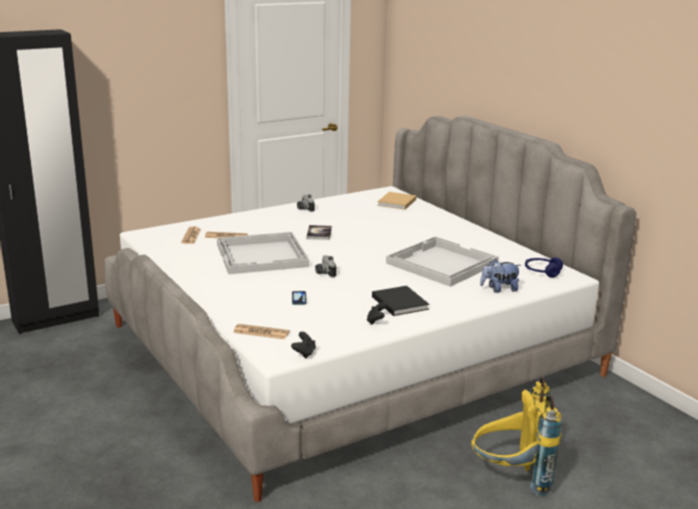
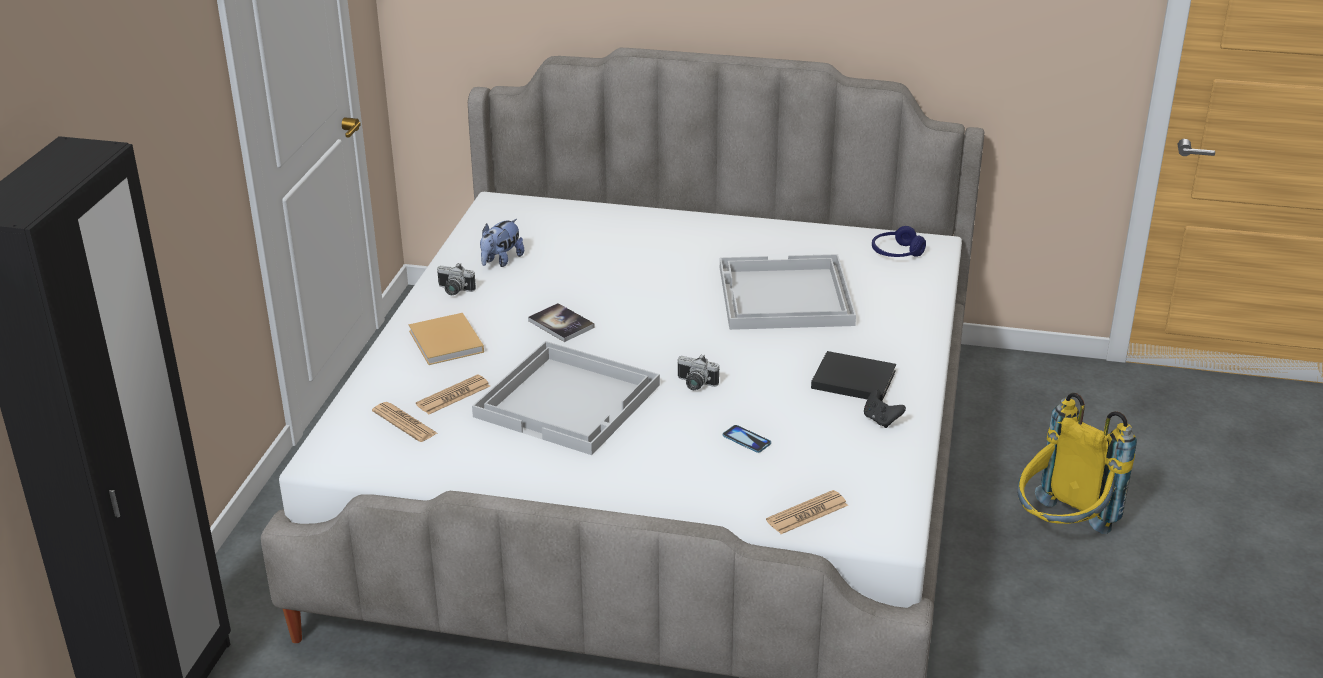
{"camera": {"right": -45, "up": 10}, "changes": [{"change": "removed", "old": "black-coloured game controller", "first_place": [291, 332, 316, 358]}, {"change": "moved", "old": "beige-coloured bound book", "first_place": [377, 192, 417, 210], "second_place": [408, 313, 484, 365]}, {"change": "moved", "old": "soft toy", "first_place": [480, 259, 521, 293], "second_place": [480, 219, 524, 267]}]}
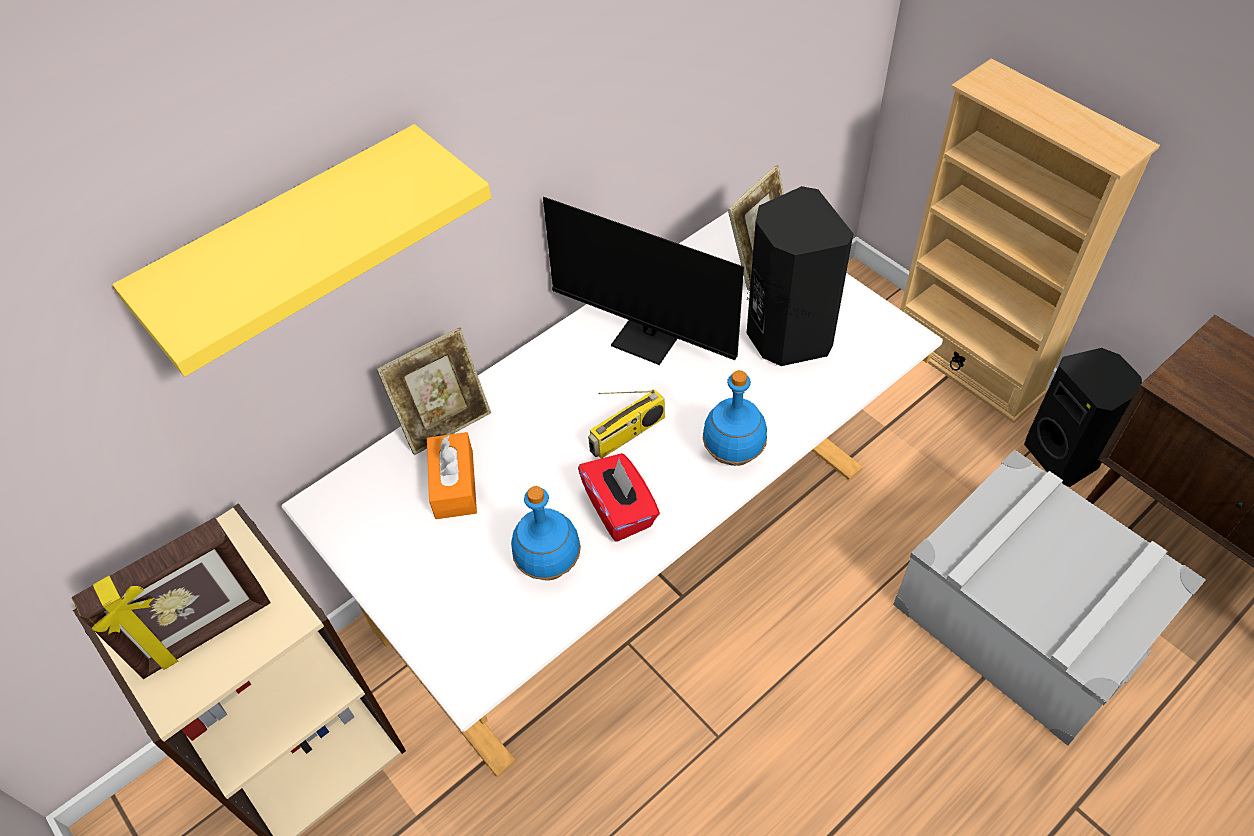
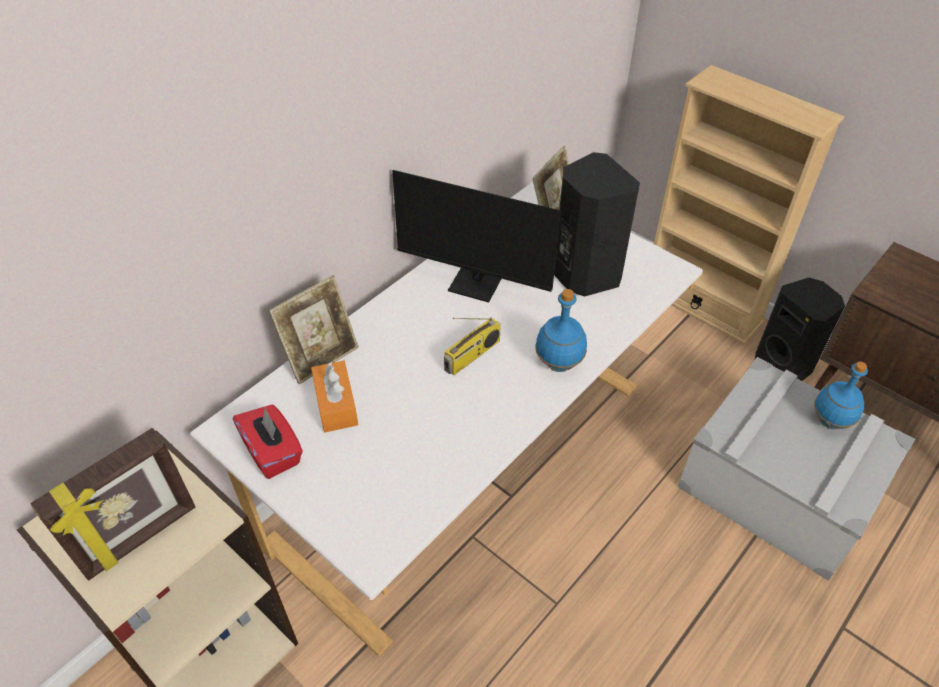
{"camera": {"right": -10, "up": -5}, "changes": [{"change": "removed", "old": "yellow-coloured shelf", "first_place": [112, 124, 491, 377]}, {"change": "moved", "old": "bluish beverage bottle", "first_place": [511, 486, 581, 581], "second_place": [814, 362, 868, 429]}, {"change": "moved", "old": "red tissue box", "first_place": [578, 453, 660, 542], "second_place": [233, 405, 303, 479]}]}
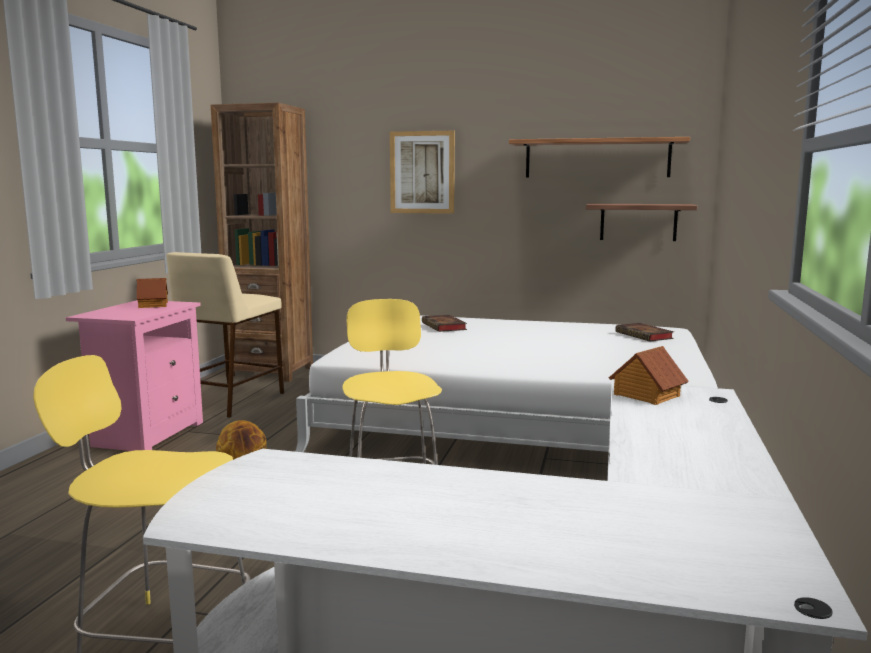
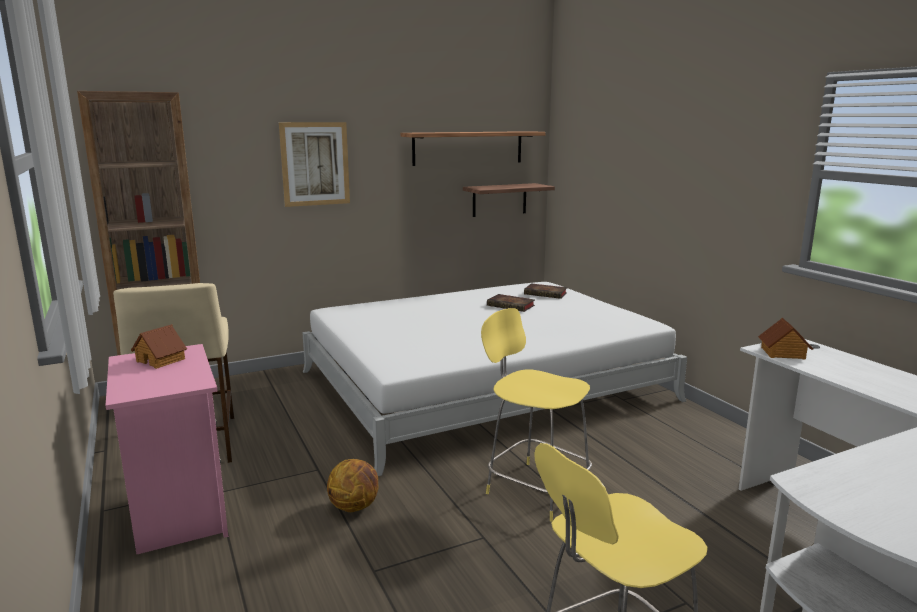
{"camera": {"right": -40, "up": 5}, "changes": [{"change": "moved", "old": "bound book", "first_place": [422, 315, 467, 332], "second_place": [487, 294, 535, 312]}]}
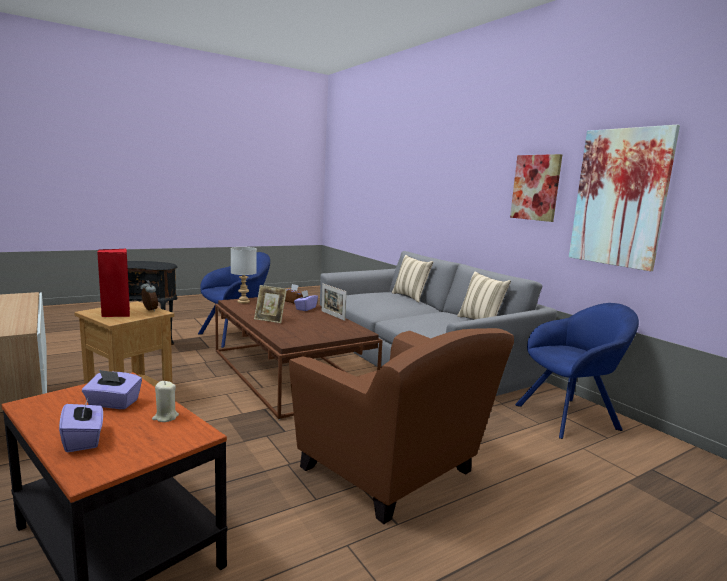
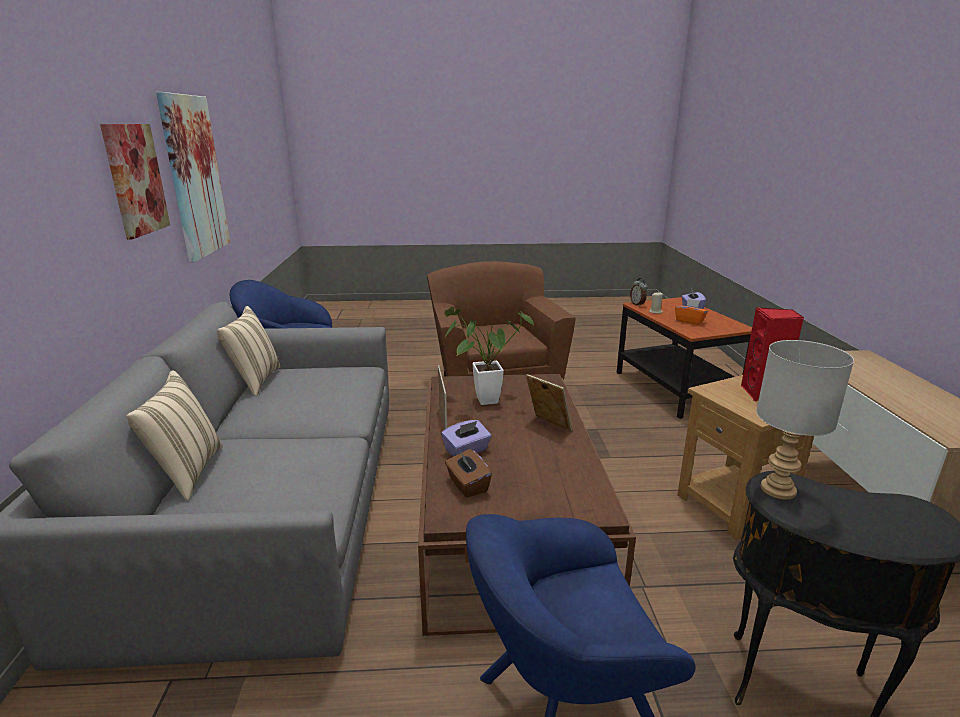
{"camera": {"right": -150, "up": 10}, "changes": [{"change": "added", "new": "plant in a pot", "second_place": [444, 307, 534, 405]}, {"change": "moved", "old": "table clock", "first_place": [140, 280, 158, 311], "second_place": [630, 278, 648, 306]}, {"change": "moved", "old": "gray table lamp", "first_place": [231, 247, 257, 303], "second_place": [756, 340, 854, 500]}, {"change": "recoloured", "old": "purple tissue box", "new": "orangey tissue box", "first_place": [82, 370, 142, 409], "second_place": [675, 298, 708, 325]}]}
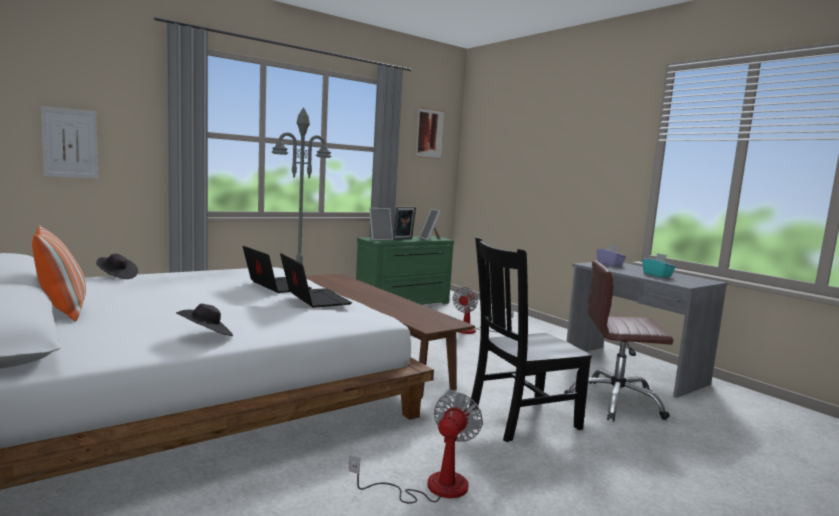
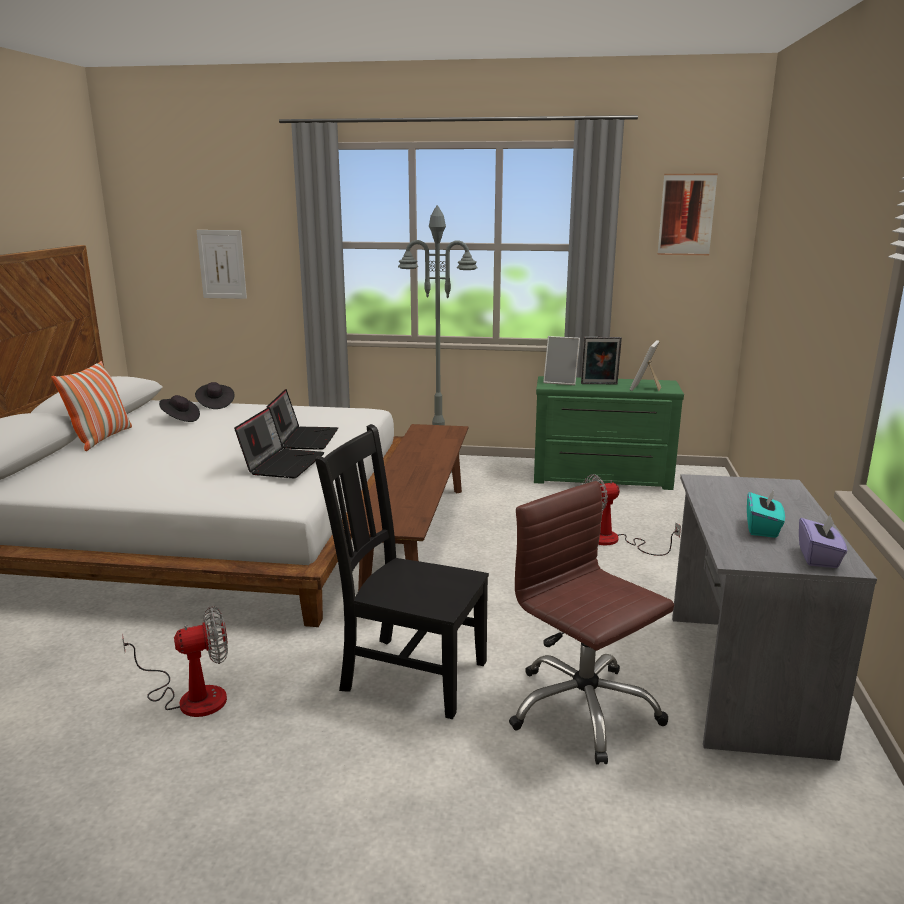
{"camera": {"right": 45, "up": 10}, "changes": [{"change": "moved", "old": "black-coloured wearable hat", "first_place": [176, 304, 233, 336], "second_place": [159, 395, 200, 422]}, {"change": "moved", "old": "purple tissue box", "first_place": [597, 245, 626, 266], "second_place": [799, 514, 847, 568]}]}
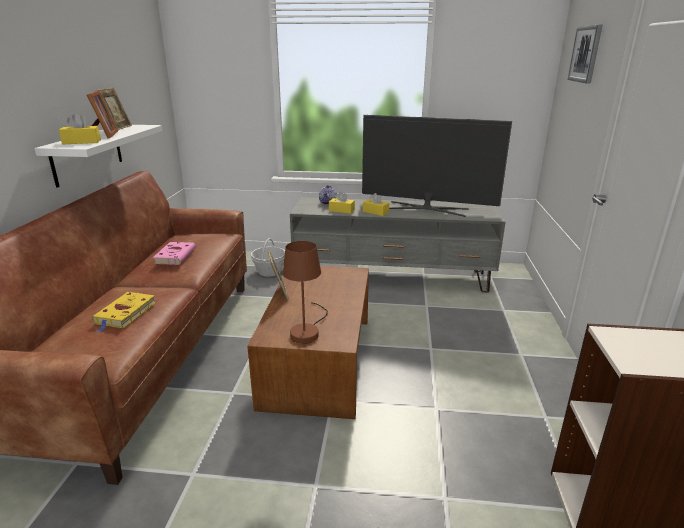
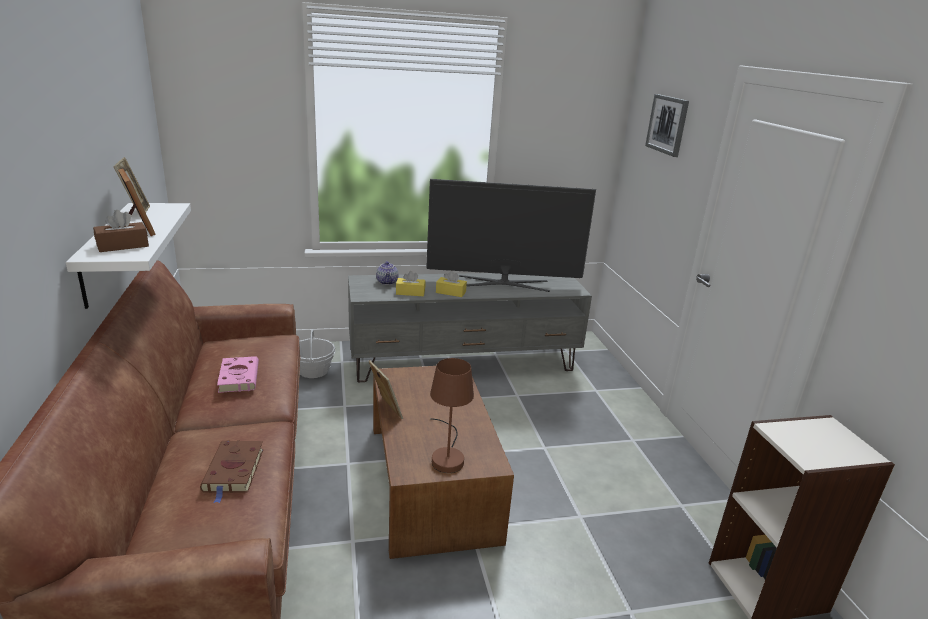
{"camera": {"right": -20, "up": 0}, "changes": [{"change": "recoloured", "old": "yellow-coloured tissue box", "new": "brownish tissue box", "first_place": [59, 113, 101, 144], "second_place": [93, 210, 149, 252]}, {"change": "recoloured", "old": "yellow-coloured bound book", "new": "brownish bound book", "first_place": [92, 292, 156, 332], "second_place": [200, 440, 263, 503]}]}
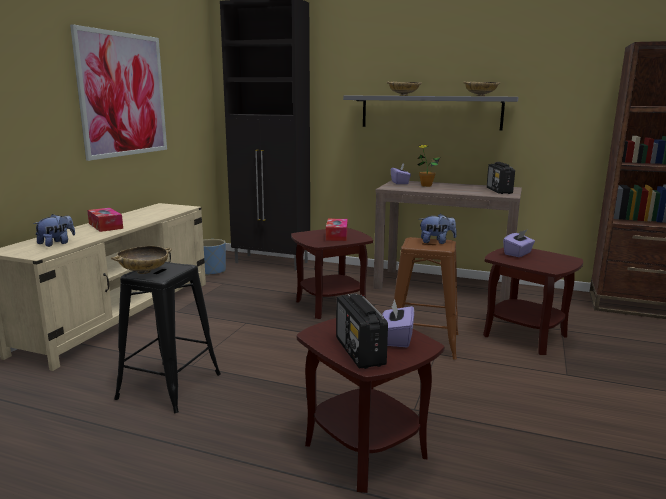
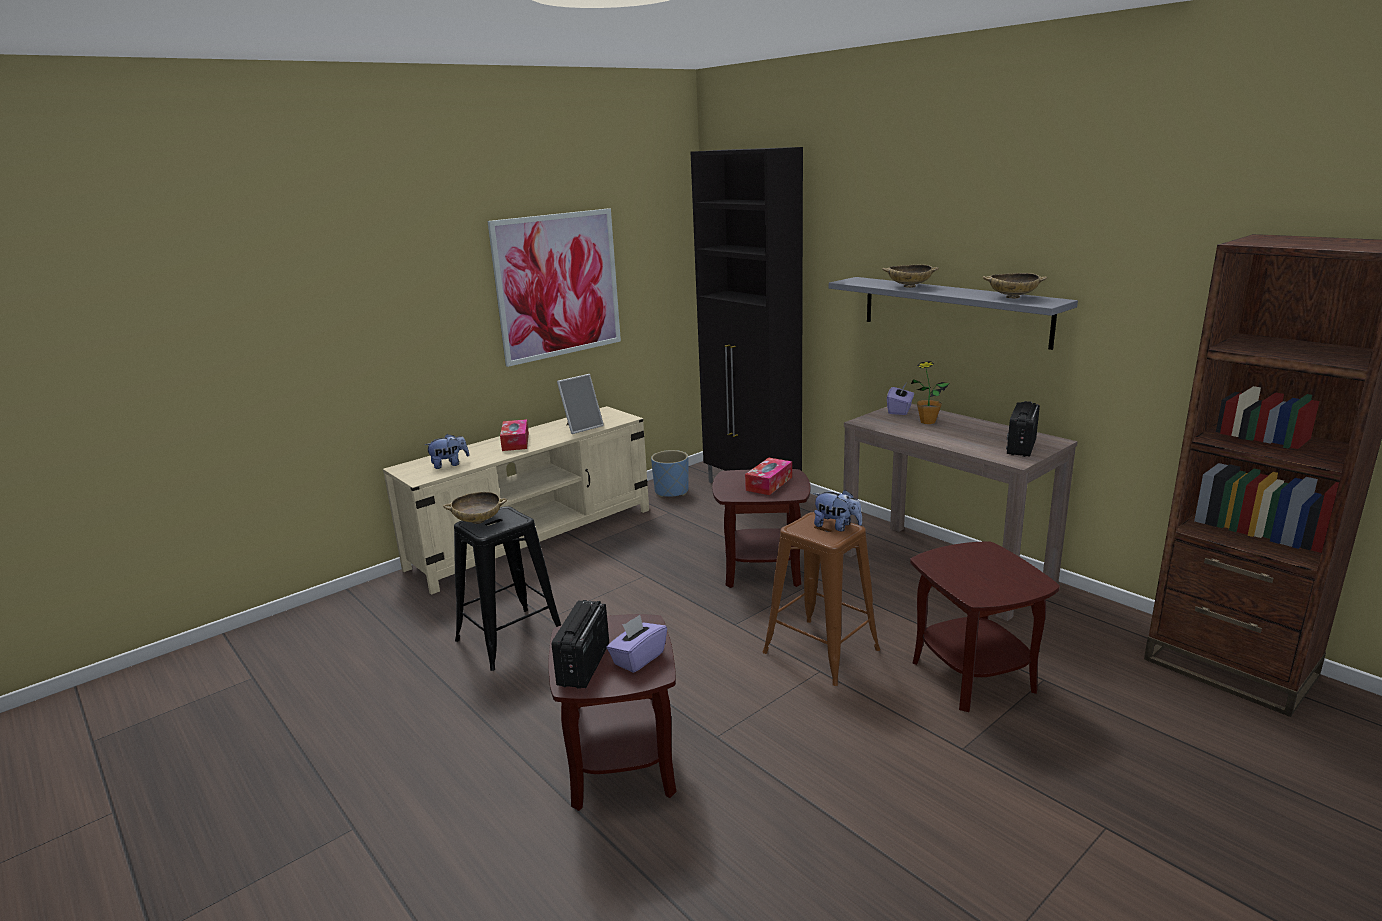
{"camera": {"right": 30, "up": 5}, "changes": [{"change": "removed", "old": "purple tissue box", "first_place": [503, 230, 535, 257]}, {"change": "added", "new": "standing frame", "second_place": [557, 374, 604, 434]}]}
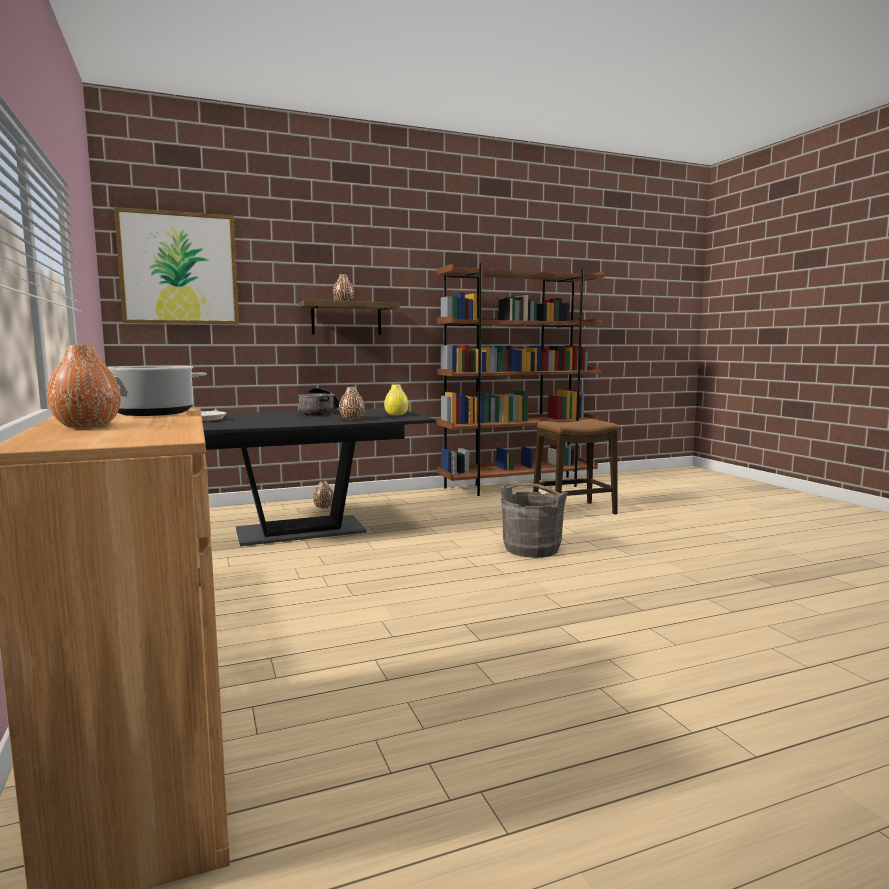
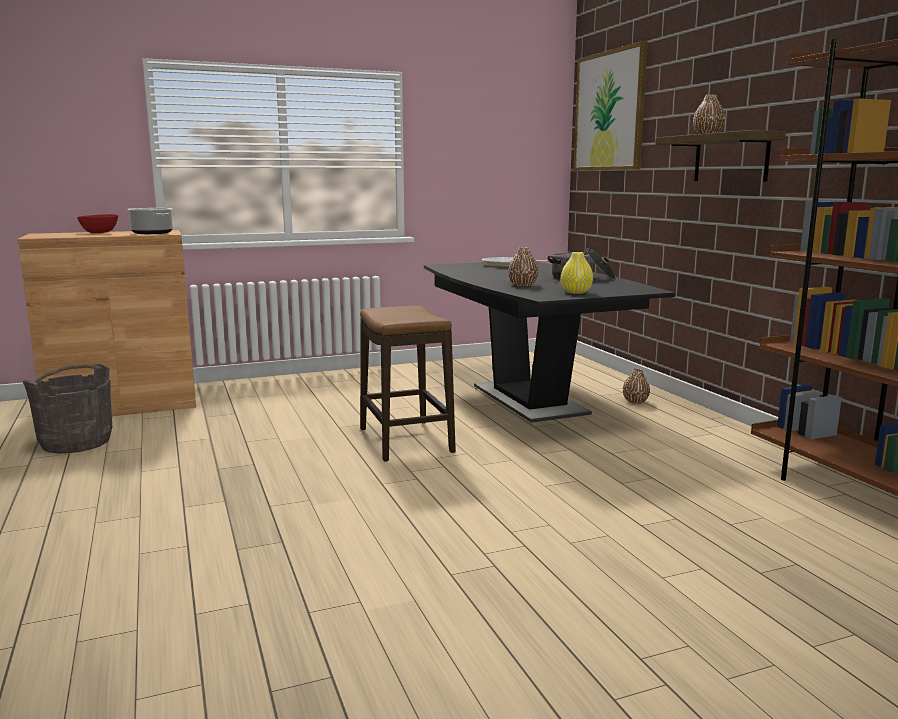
{"camera": {"right": 90, "up": 5}, "changes": [{"change": "moved", "old": "gray water bucket", "first_place": [501, 483, 568, 558], "second_place": [22, 364, 112, 454]}, {"change": "moved", "old": "sitting stool", "first_place": [533, 419, 617, 515], "second_place": [360, 306, 456, 462]}, {"change": "replaced", "old": "orangey flower vase", "new": "red serving bowl", "first_place": [47, 345, 121, 428], "second_place": [77, 214, 118, 233]}]}
